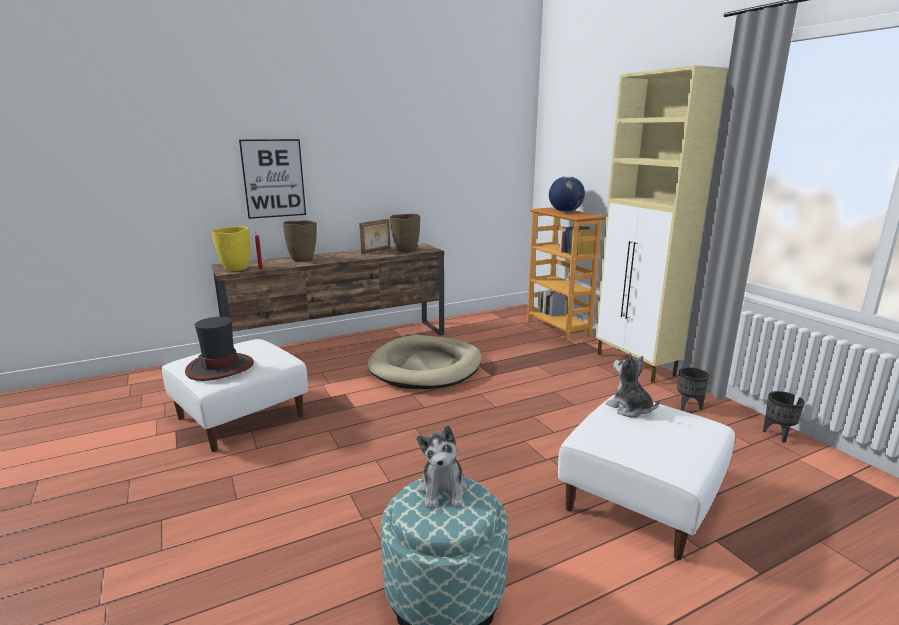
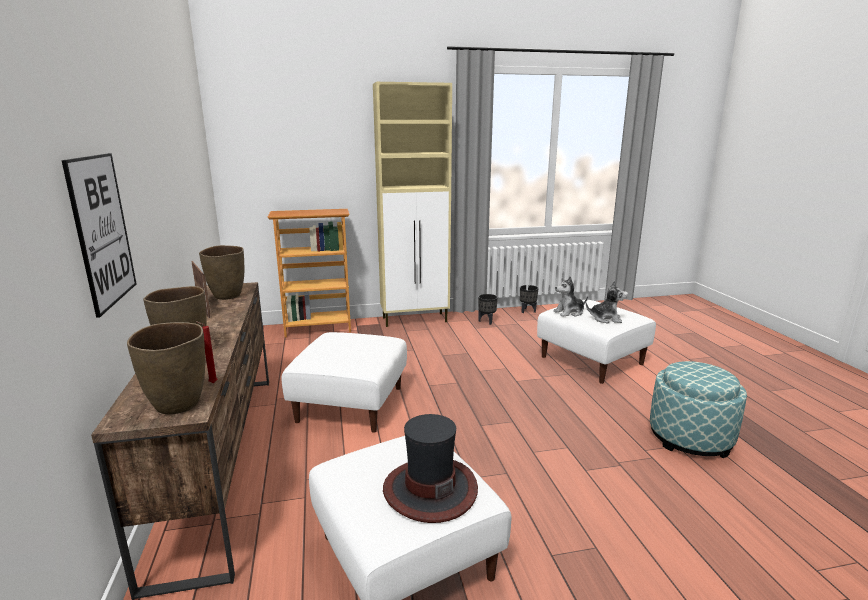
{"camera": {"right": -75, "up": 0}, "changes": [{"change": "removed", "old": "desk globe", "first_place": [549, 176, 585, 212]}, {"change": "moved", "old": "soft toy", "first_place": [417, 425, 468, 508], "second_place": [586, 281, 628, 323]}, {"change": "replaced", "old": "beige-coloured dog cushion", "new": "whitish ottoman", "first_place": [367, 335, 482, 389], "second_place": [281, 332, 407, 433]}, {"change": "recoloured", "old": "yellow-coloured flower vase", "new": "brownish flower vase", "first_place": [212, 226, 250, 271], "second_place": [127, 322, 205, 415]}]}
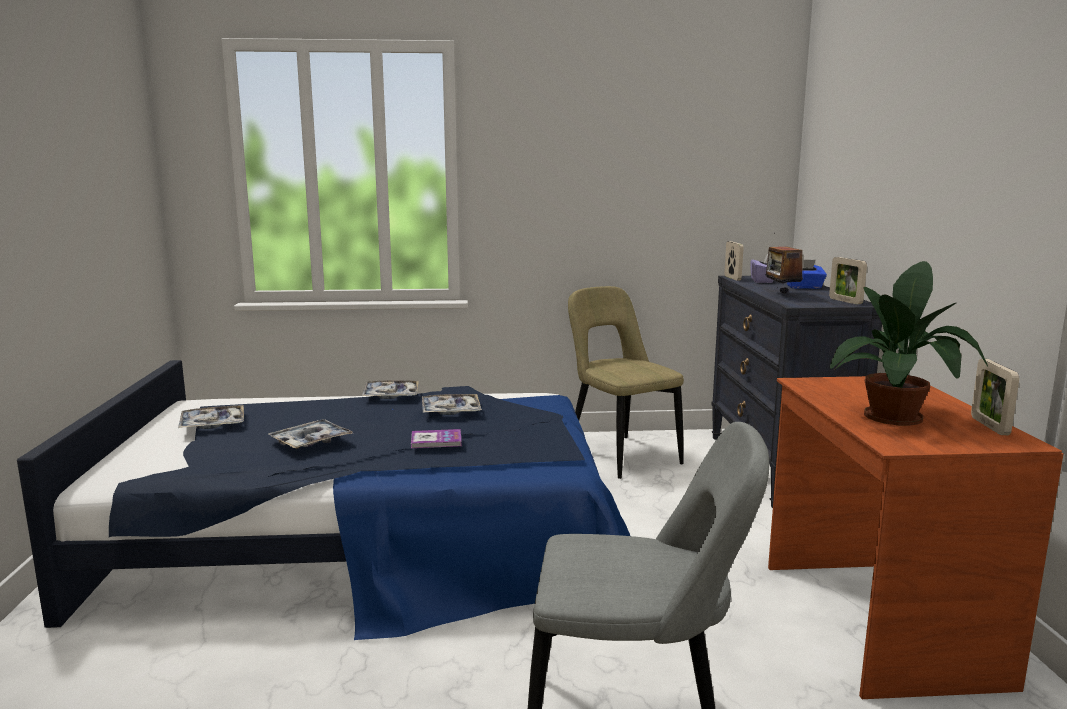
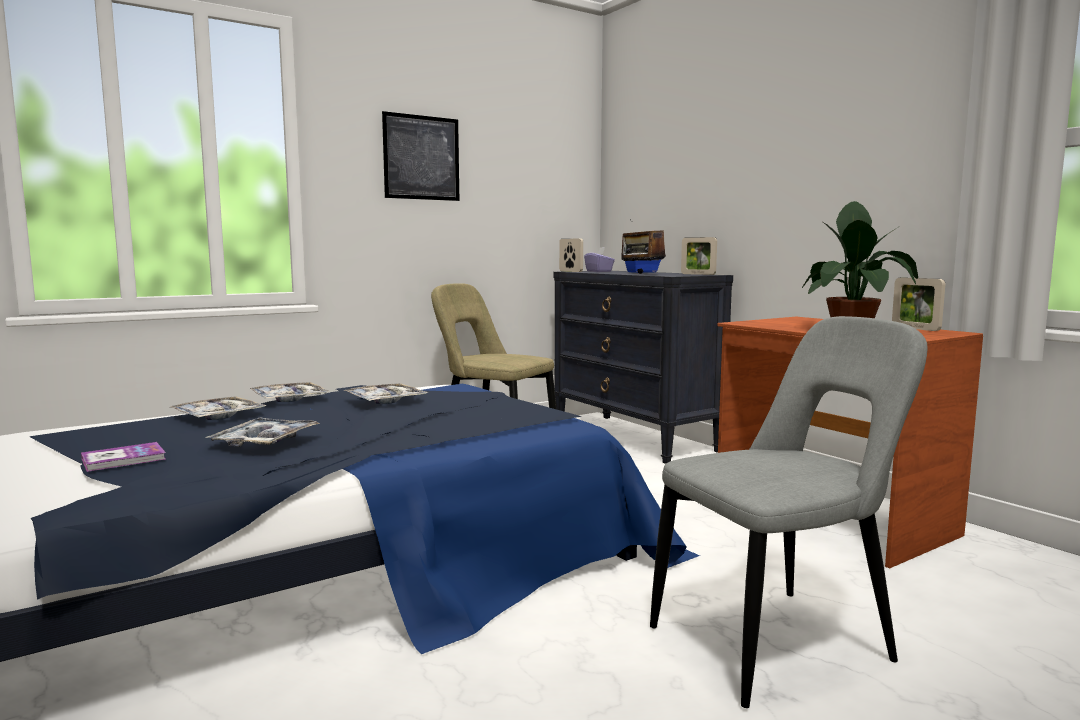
{"camera": {"right": -30, "up": -5}, "changes": [{"change": "added", "new": "wall art", "second_place": [382, 111, 460, 201]}, {"change": "moved", "old": "serving tray", "first_place": [178, 405, 244, 429], "second_place": [169, 396, 266, 420]}, {"change": "moved", "old": "bound book", "first_place": [411, 429, 462, 448], "second_place": [81, 442, 166, 472]}]}
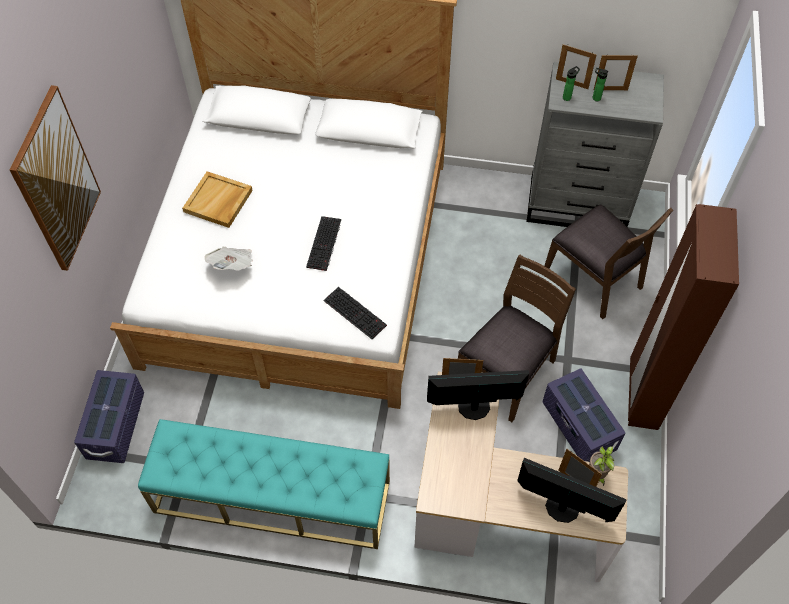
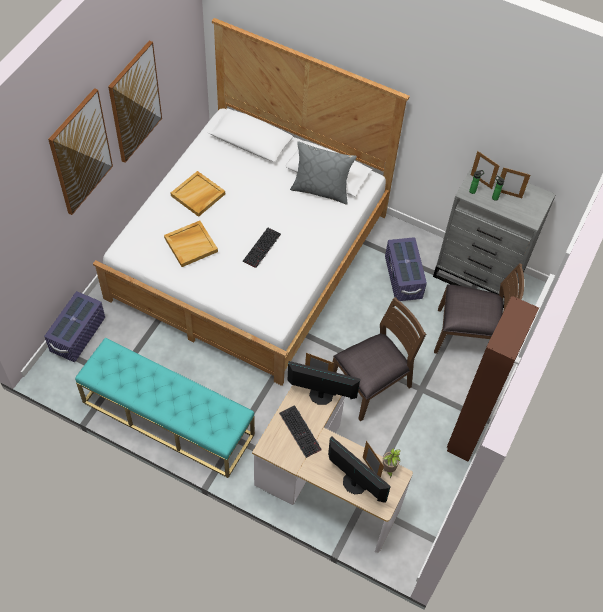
{"camera": {"right": 15, "up": 0}, "changes": [{"change": "added", "new": "wall art", "second_place": [108, 40, 162, 163]}, {"change": "added", "new": "gray pillow", "second_place": [290, 141, 357, 205]}, {"change": "moved", "old": "computer keyboard", "first_place": [324, 287, 387, 339], "second_place": [279, 405, 322, 458]}, {"change": "moved", "old": "purple storage box", "first_place": [542, 368, 626, 462], "second_place": [385, 237, 427, 301]}, {"change": "replaced", "old": "daily paper", "new": "beige-coloured serving tray", "first_place": [205, 247, 253, 270], "second_place": [164, 221, 218, 267]}, {"change": "turned", "old": "brownish upright chair", "first_place": [544, 204, 673, 319], "second_place": [434, 263, 524, 354], "degrees": -60}]}
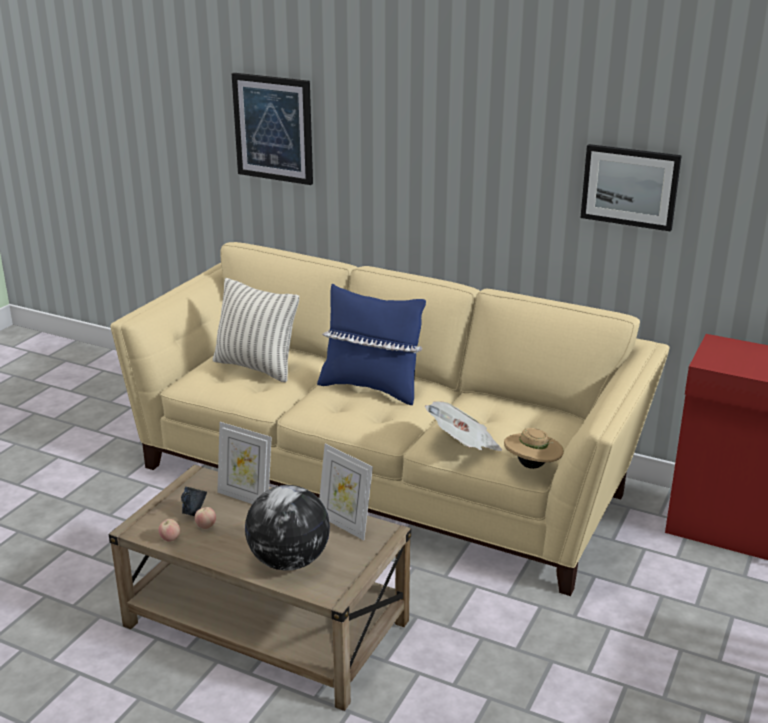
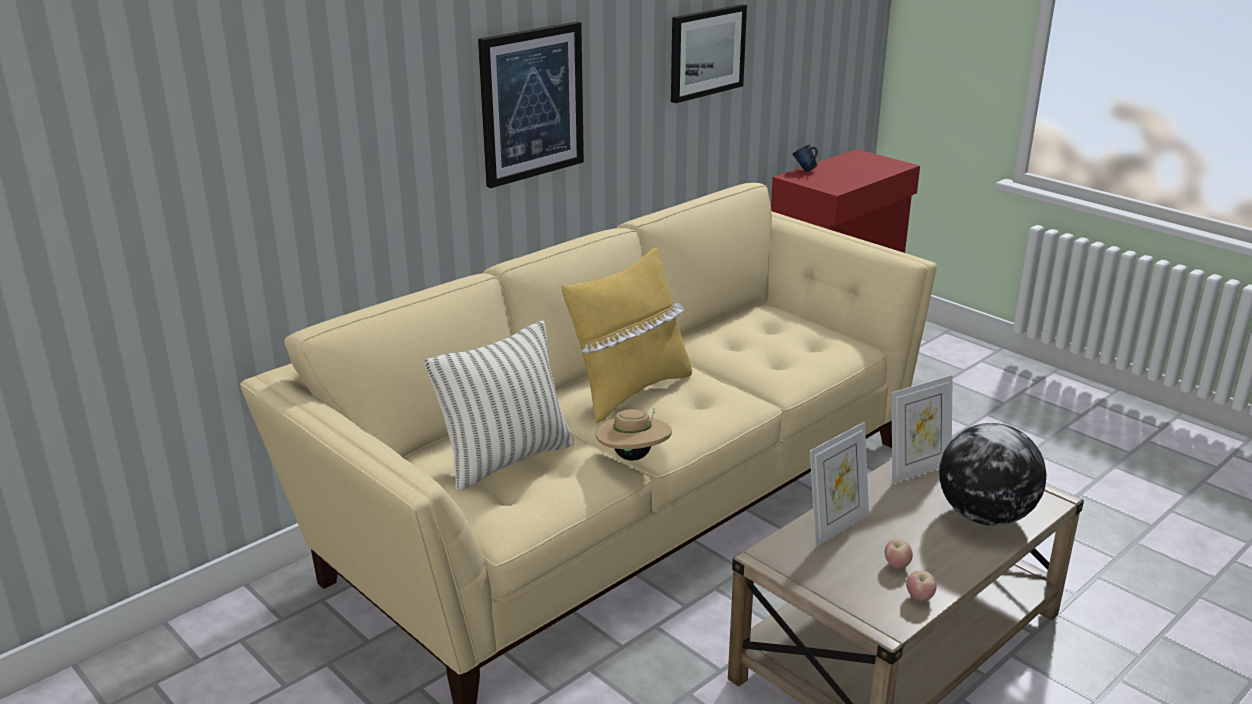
{"camera": {"right": -70, "up": 0}, "changes": [{"change": "removed", "old": "daily paper", "first_place": [425, 401, 503, 451]}, {"change": "moved", "old": "bluish mug", "first_place": [181, 487, 207, 516], "second_place": [793, 144, 818, 172]}, {"change": "moved", "old": "wall art", "first_place": [232, 73, 313, 185], "second_place": [478, 21, 584, 188]}, {"change": "moved", "old": "beige-coloured wearable hat", "first_place": [504, 428, 564, 469], "second_place": [595, 408, 672, 461]}, {"change": "recoloured", "old": "bluish pillow", "new": "yellow-coloured pillow", "first_place": [317, 284, 426, 405], "second_place": [561, 248, 692, 424]}]}
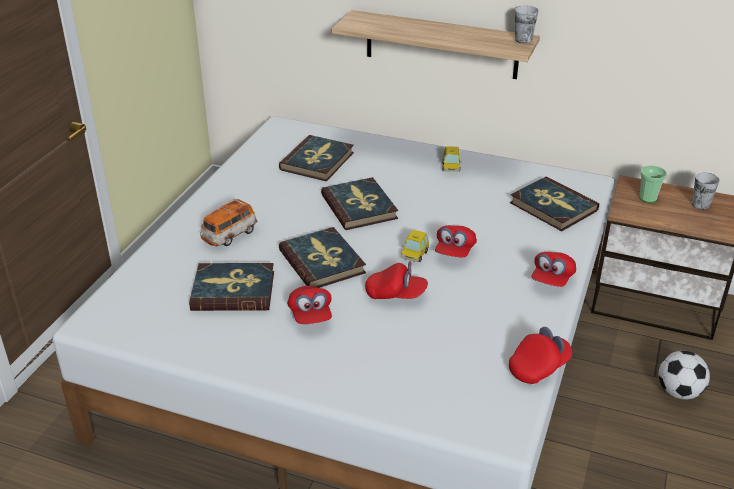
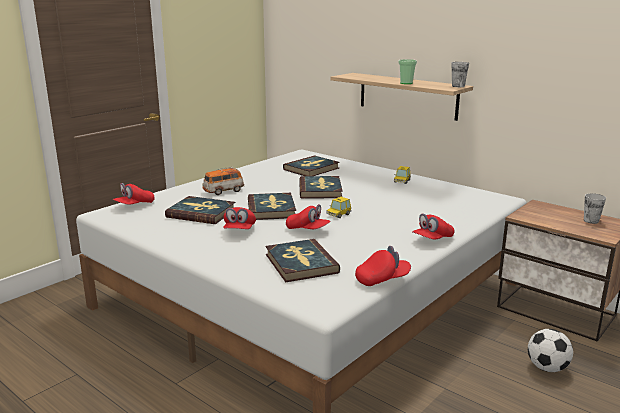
{"camera": {"right": 20, "up": -15}, "changes": [{"change": "moved", "old": "red cap", "first_place": [435, 225, 477, 257], "second_place": [113, 183, 155, 205]}, {"change": "moved", "old": "bound book", "first_place": [510, 177, 599, 231], "second_place": [265, 239, 340, 282]}, {"change": "moved", "old": "cup", "first_place": [639, 166, 667, 203], "second_place": [398, 59, 417, 84]}]}
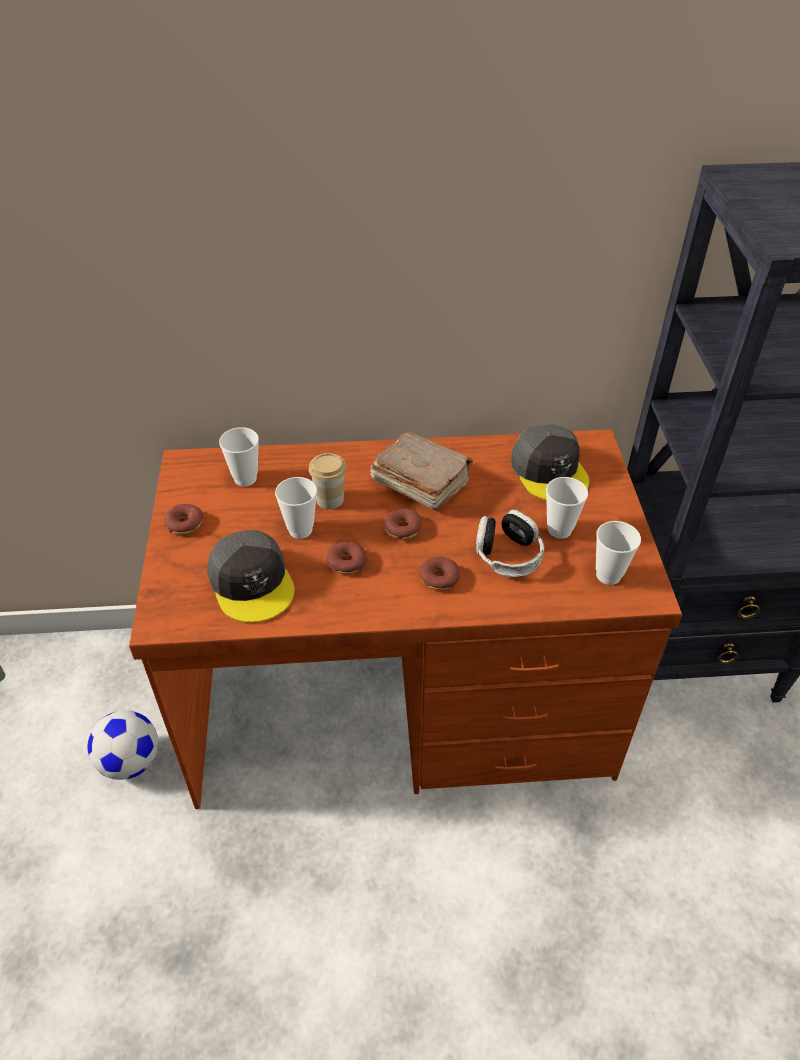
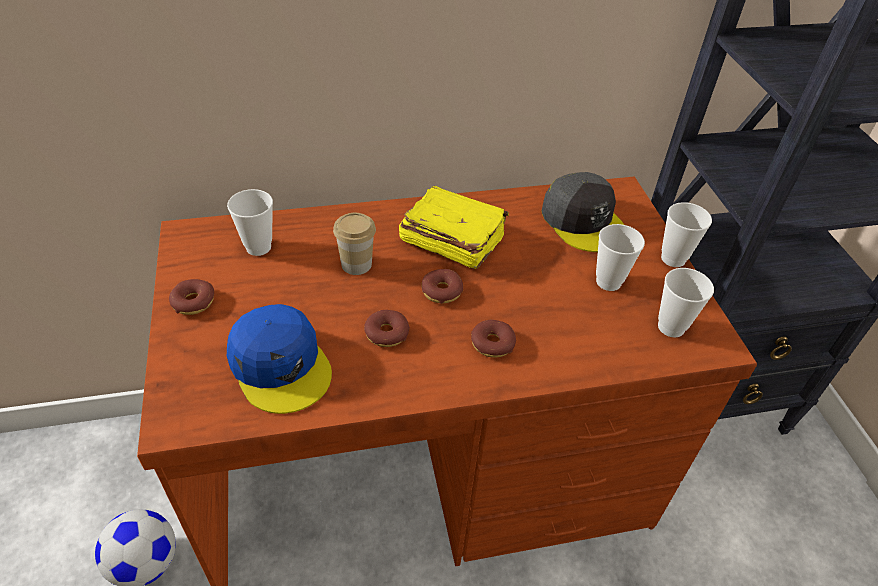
{"camera": {"right": -10, "up": 0}, "changes": [{"change": "removed", "old": "headset", "first_place": [476, 510, 544, 577]}, {"change": "moved", "old": "cup", "first_place": [275, 477, 317, 539], "second_place": [661, 202, 712, 267]}, {"change": "recoloured", "old": "gray cap", "new": "bluish cap", "first_place": [207, 530, 295, 623], "second_place": [227, 304, 332, 414]}, {"change": "recoloured", "old": "brownish bound book", "new": "yellow-coloured bound book", "first_place": [371, 431, 473, 510], "second_place": [399, 186, 509, 269]}]}
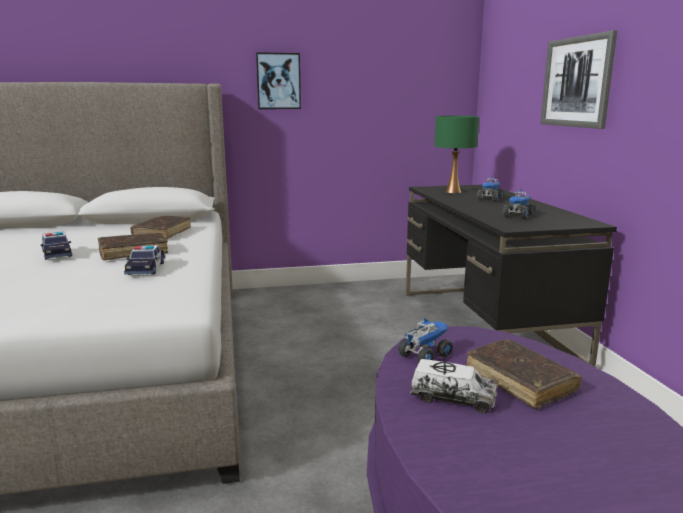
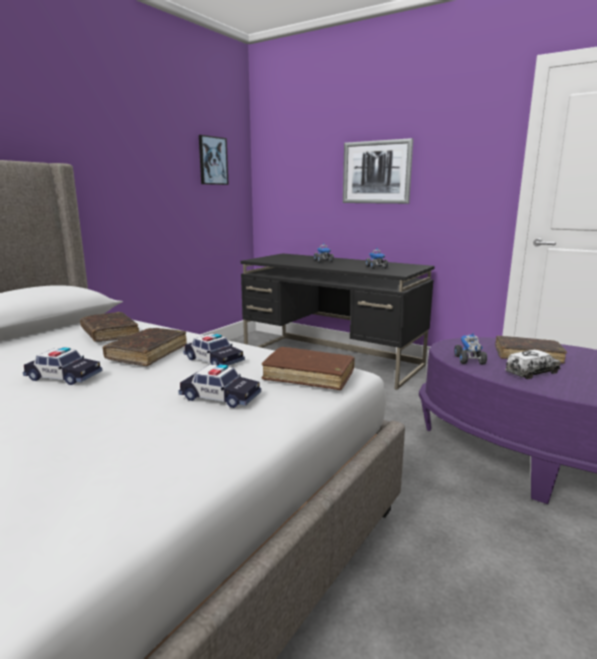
{"camera": {"right": -45, "up": 0}, "changes": [{"change": "removed", "old": "greenish table lamp", "first_place": [435, 116, 479, 193]}, {"change": "added", "new": "miniature car", "second_place": [178, 364, 261, 408]}, {"change": "added", "new": "brownish bound book", "second_place": [262, 347, 355, 390]}, {"change": "moved", "old": "wall art", "first_place": [256, 52, 301, 109], "second_place": [199, 135, 229, 185]}]}
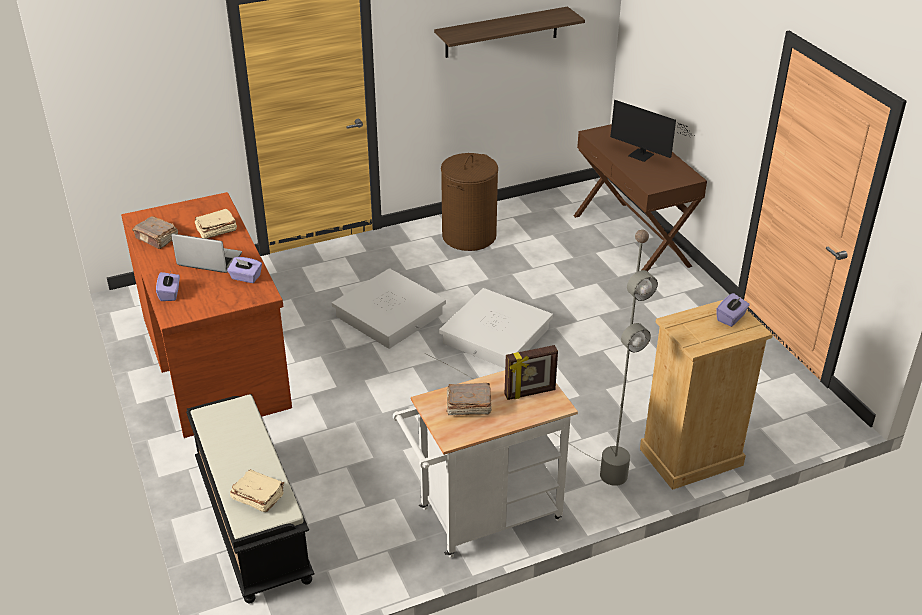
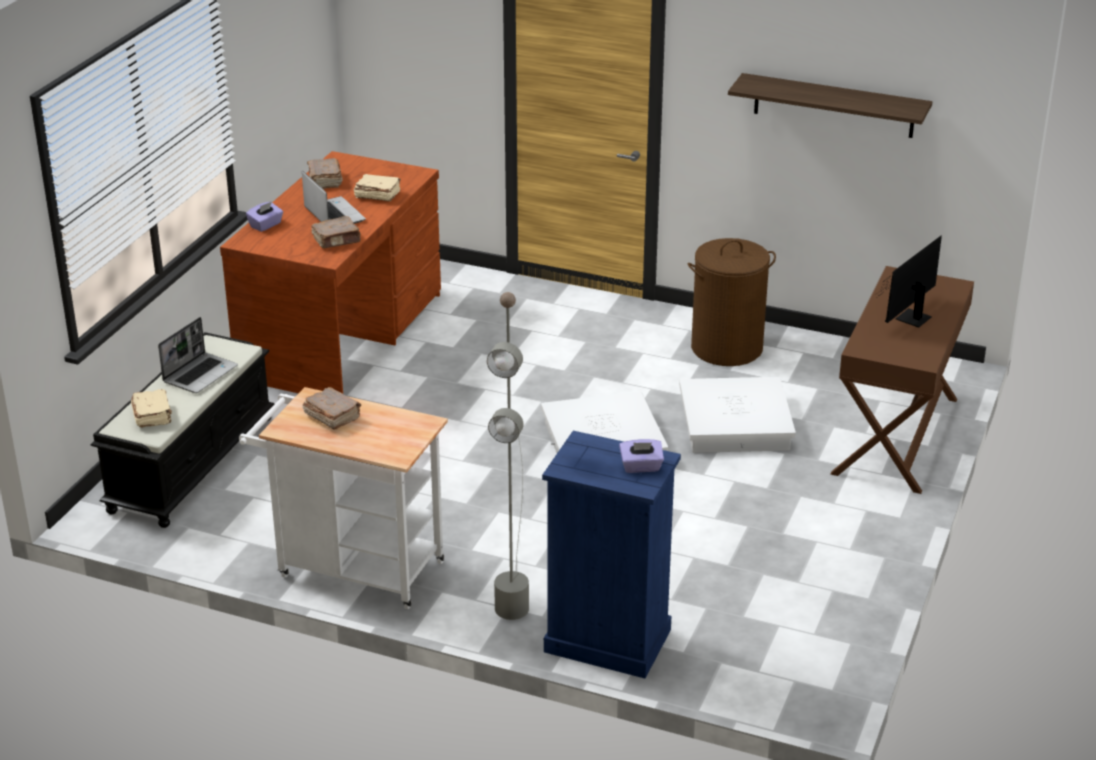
{"camera": {"right": 45, "up": -5}, "changes": [{"change": "removed", "old": "standing frame", "first_place": [505, 345, 558, 400]}, {"change": "added", "new": "notebook computer", "second_place": [158, 317, 238, 393]}, {"change": "moved", "old": "whitish storage box", "first_place": [332, 268, 446, 349], "second_place": [679, 377, 796, 453]}, {"change": "replaced", "old": "purple tissue box", "new": "brownish bound book", "first_place": [227, 257, 262, 283], "second_place": [311, 216, 361, 248]}, {"change": "recoloured", "old": "beige-coloured drawer chest", "new": "bluish drawer chest", "first_place": [640, 300, 773, 490], "second_place": [542, 431, 681, 678]}, {"change": "turned", "old": "monitor", "first_place": [610, 100, 692, 162], "second_place": [877, 235, 942, 328], "degrees": 45}]}
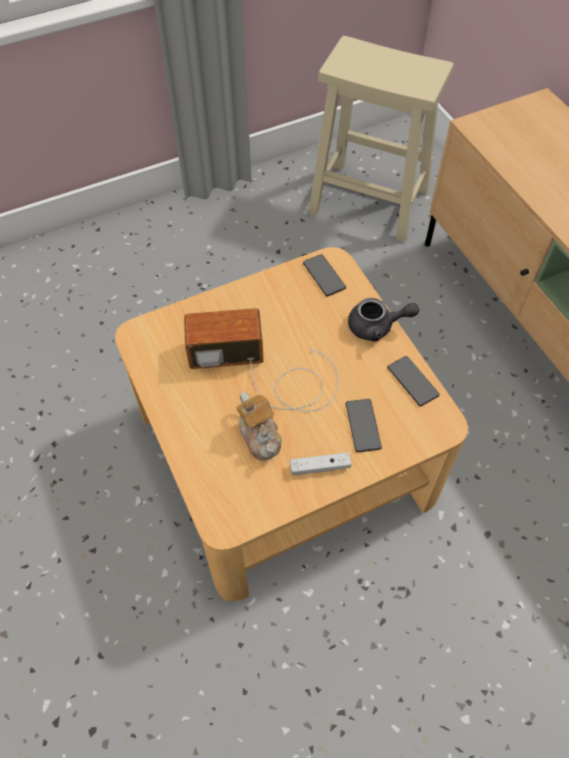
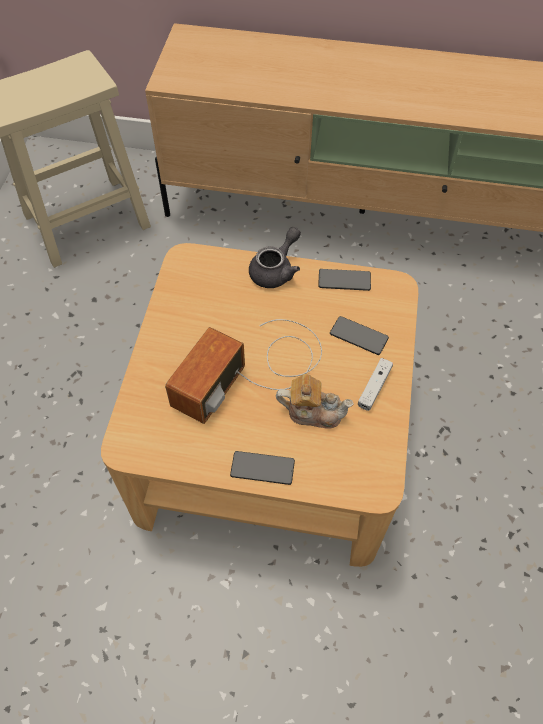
{"camera": {"right": -55, "up": 0}, "changes": [{"change": "moved", "old": "telephone", "first_place": [303, 254, 346, 297], "second_place": [230, 451, 295, 485]}]}
